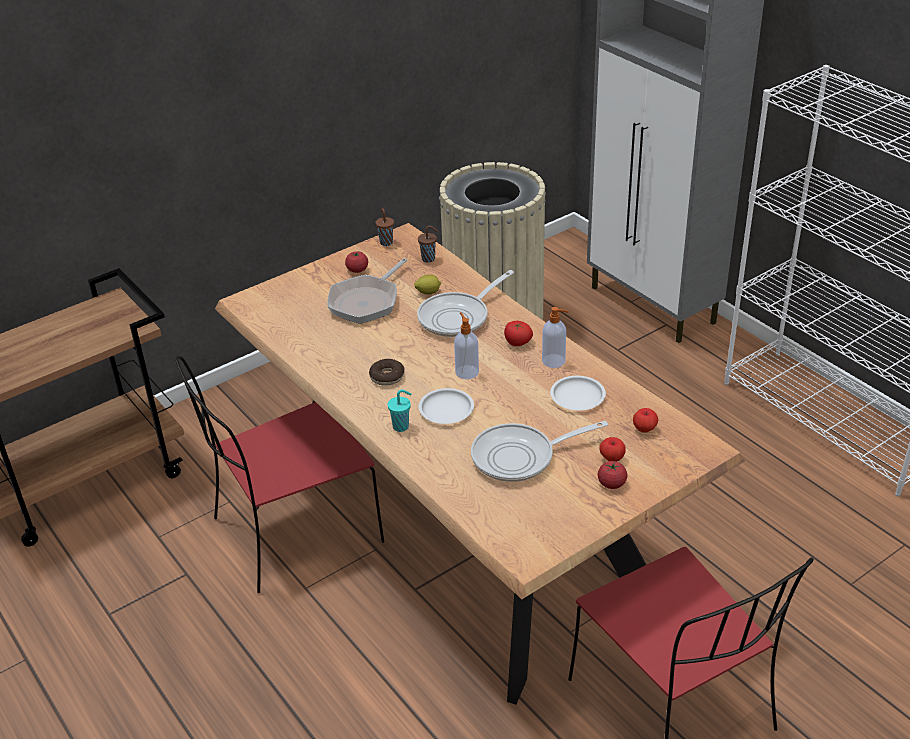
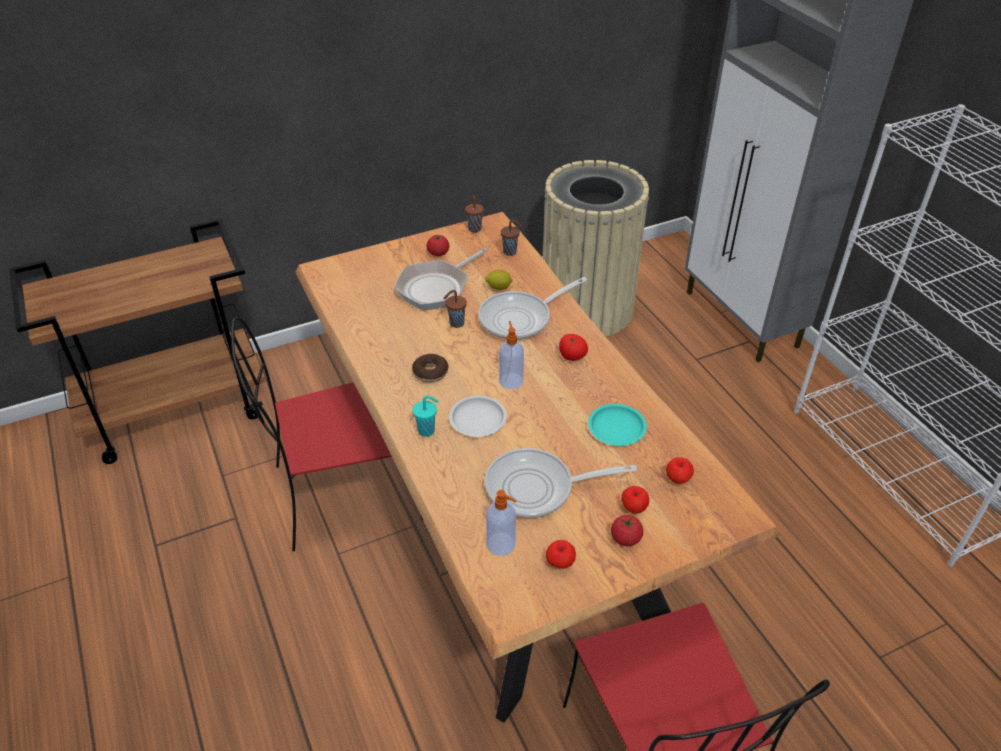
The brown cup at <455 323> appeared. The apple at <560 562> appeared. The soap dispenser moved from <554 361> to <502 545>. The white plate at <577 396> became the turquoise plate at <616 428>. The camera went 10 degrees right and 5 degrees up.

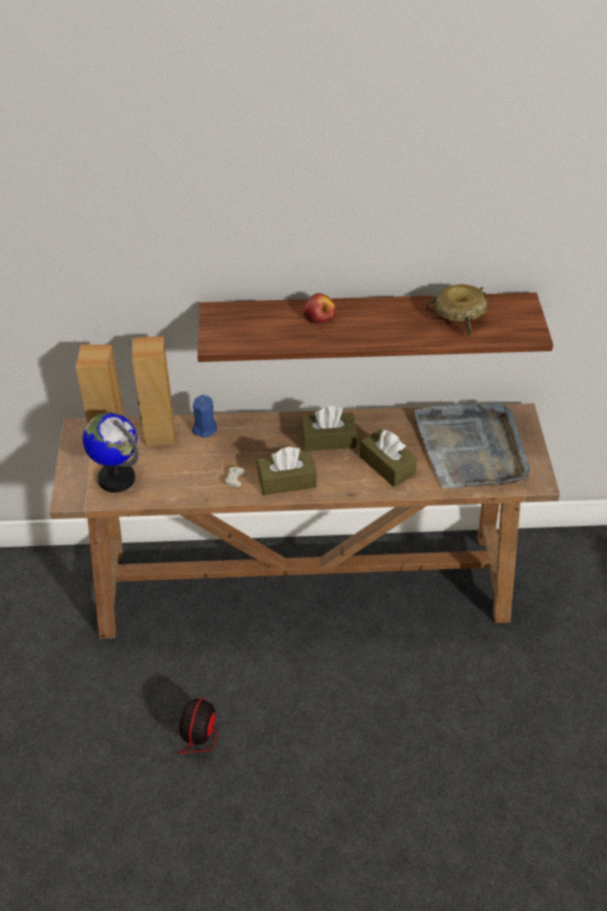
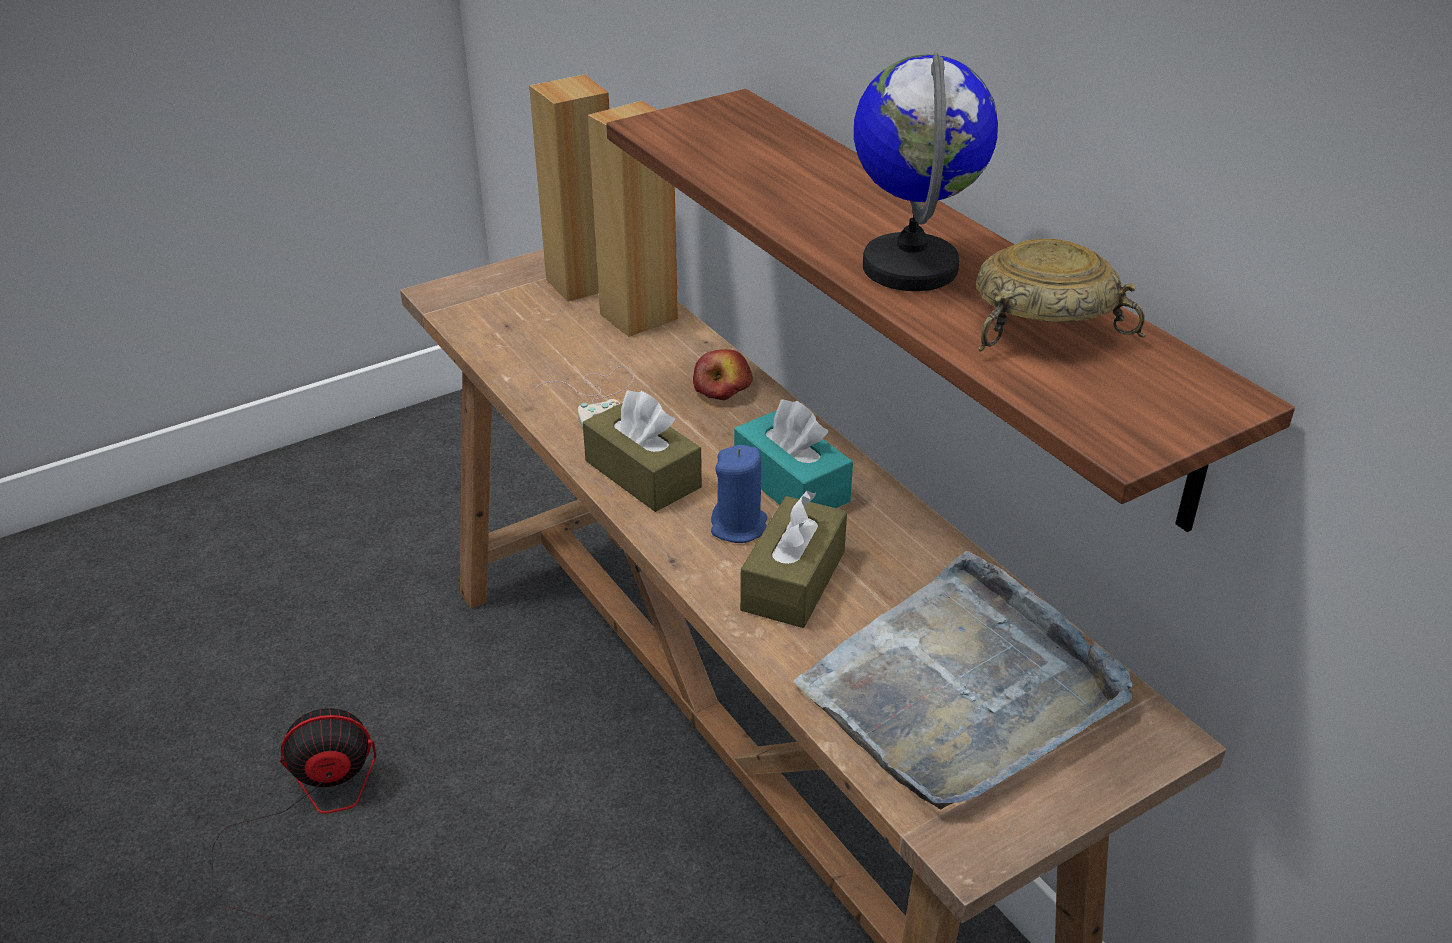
The globe moved from <116 478> to <911 267>. The blue candle moved from <205 428> to <739 527>. The apple moved from <319 315> to <723 390>. The brown tissue box at <328 440> became the turquoise tissue box at <791 484>. The camera went 60 degrees right and 10 degrees down.

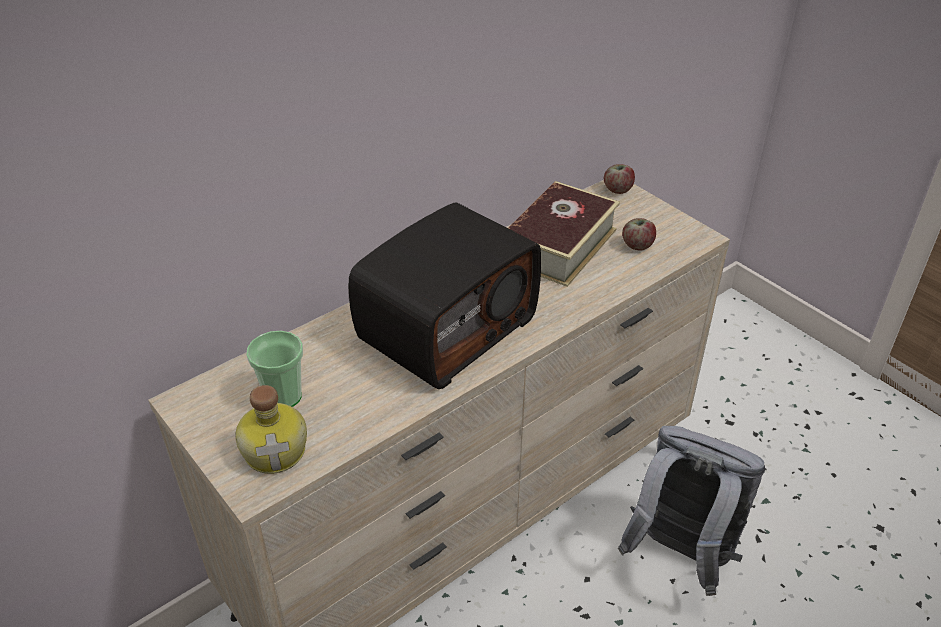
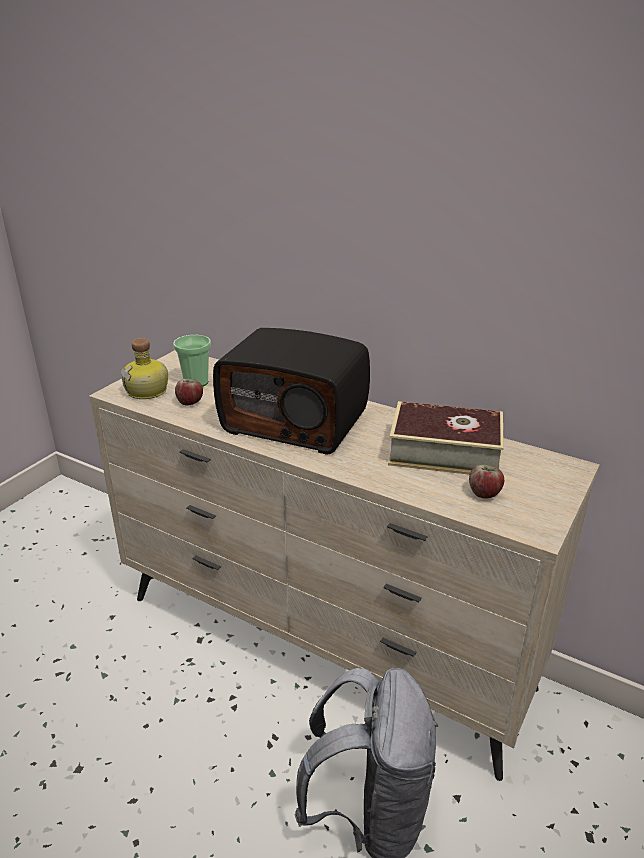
The apple moved from <617 190> to <190 402>. The camera went 70 degrees right and 10 degrees down.

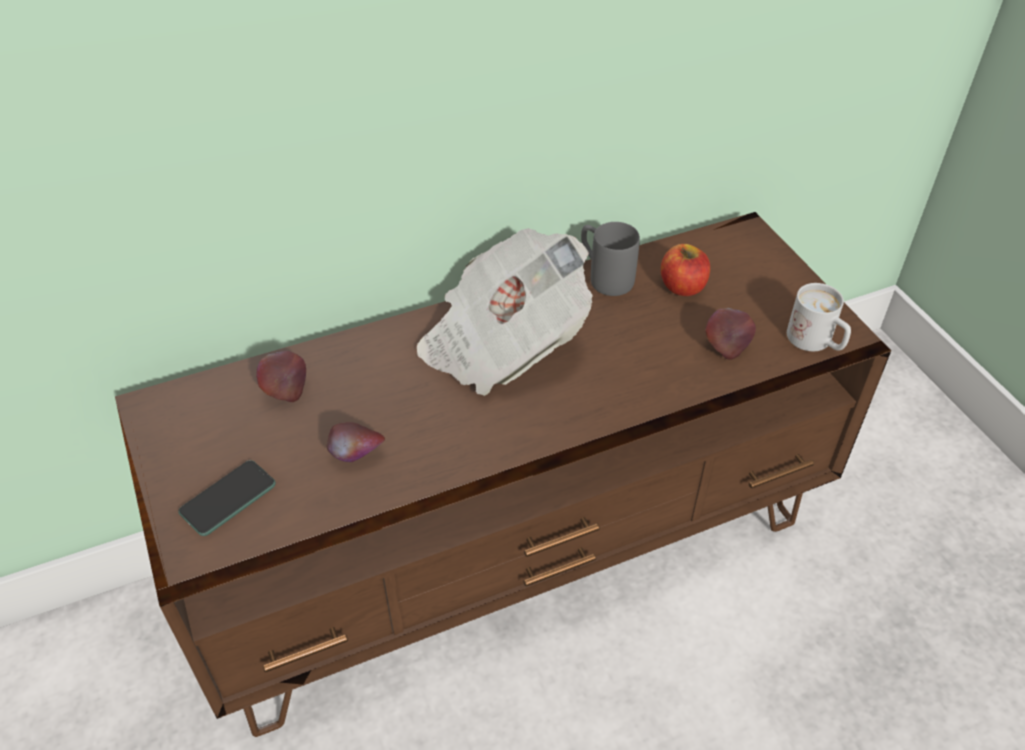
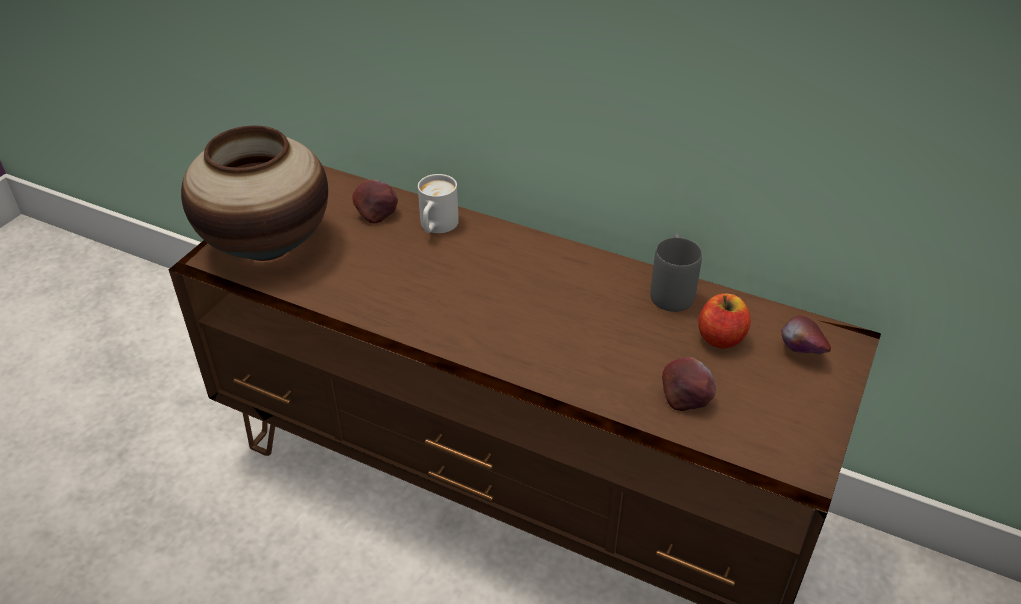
The newspaper at <502 343> disappeared. The apple moved from <357 457> to <801 353>. The white mug moved from <816 342> to <436 227>. The phone at <228 499> was replaced by the vase at <268 245>. The camera went 50 degrees right and 5 degrees down.

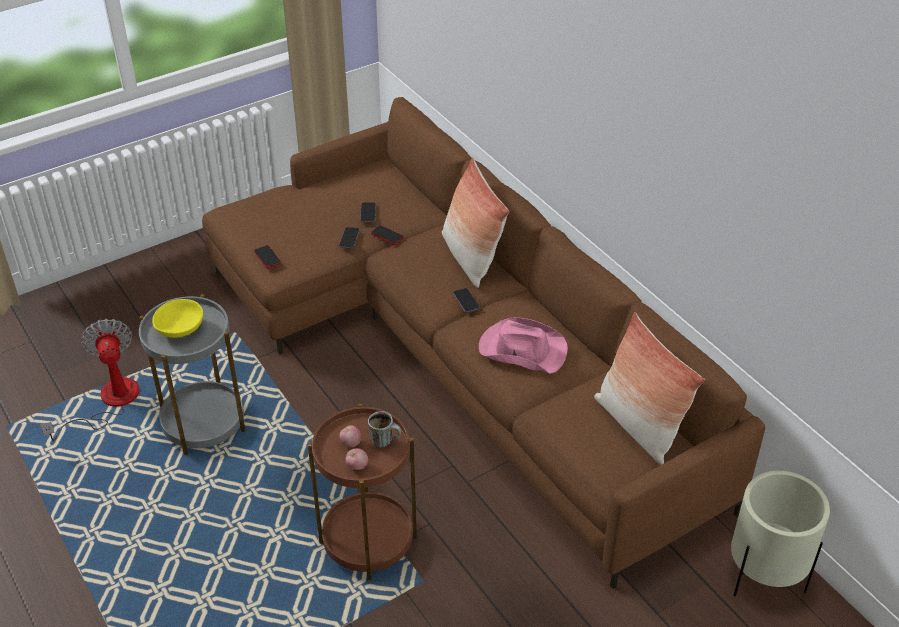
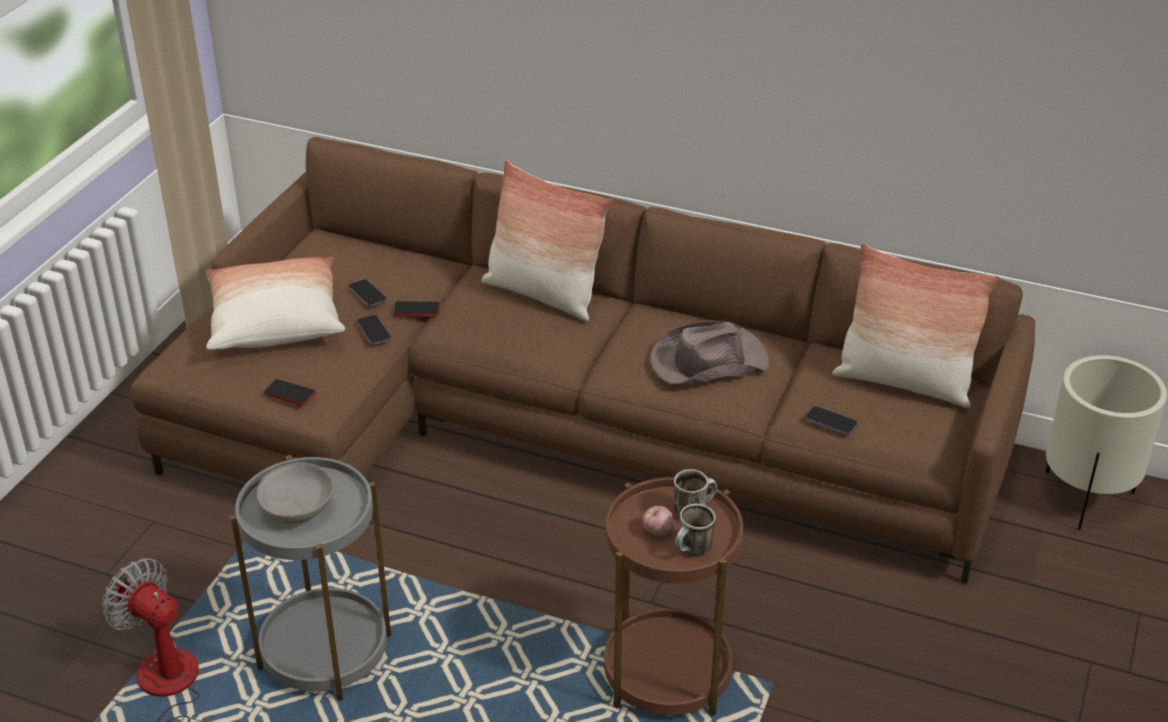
The pillow at <275 321> appeared. The phone moved from <466 301> to <831 422>. The apple at <357 466> was replaced by the mug at <693 551>. The yellow bowl at <181 329> became the grey bowl at <299 509>. The pink hat at <521 349> became the brown hat at <707 362>. The camera went 35 degrees left and 5 degrees down.

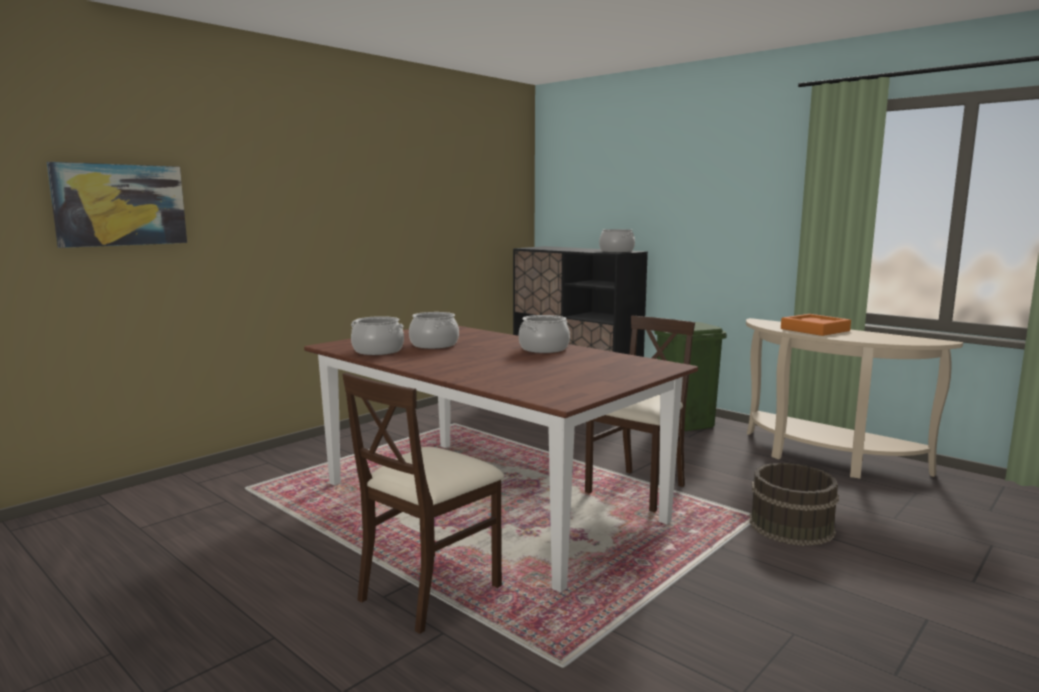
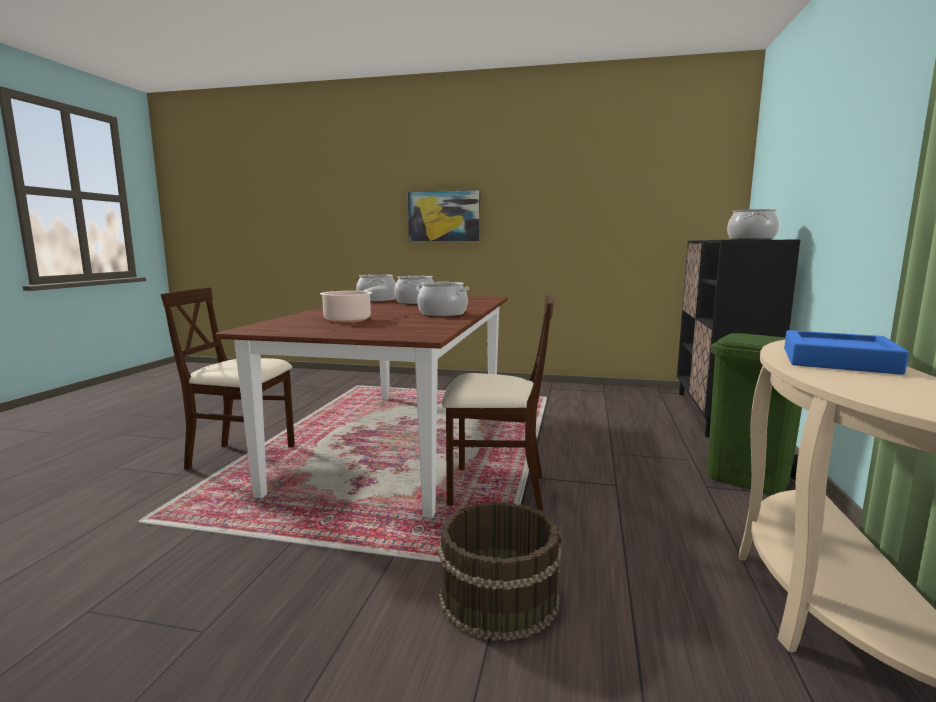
The cooking pot at <350 319> appeared. The picture moved from <120 205> to <444 216>. The orange tray at <815 330> became the blue tray at <838 361>. The camera went 60 degrees right and 0 degrees up.

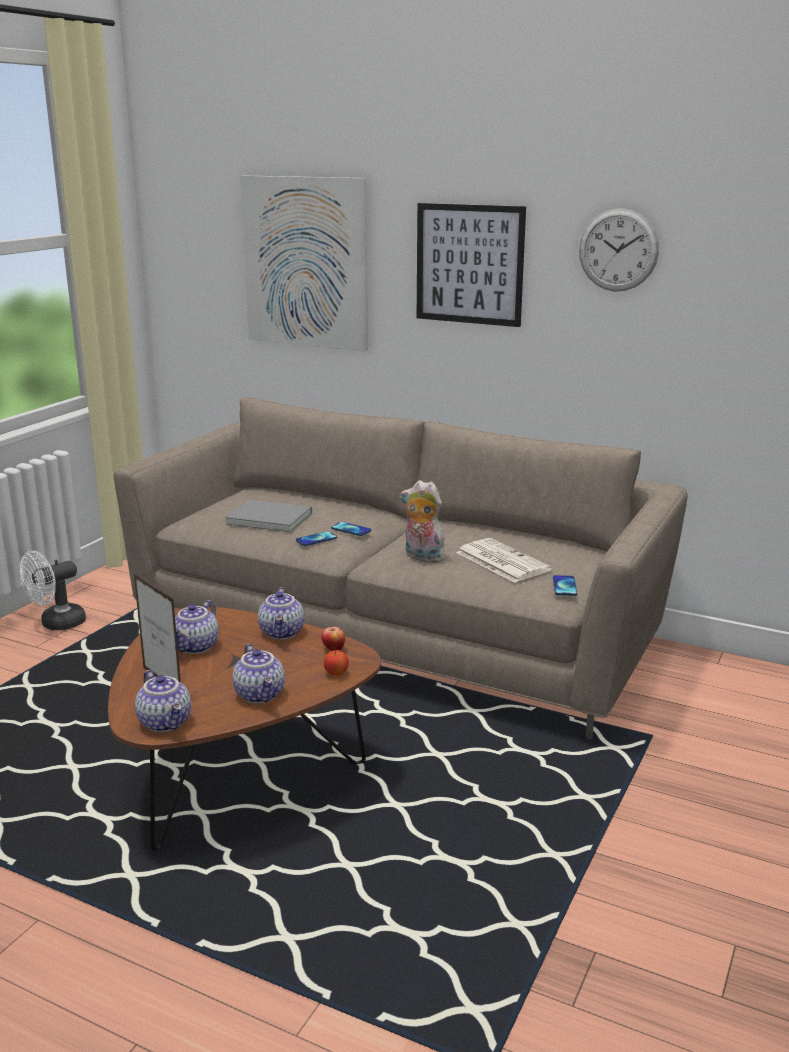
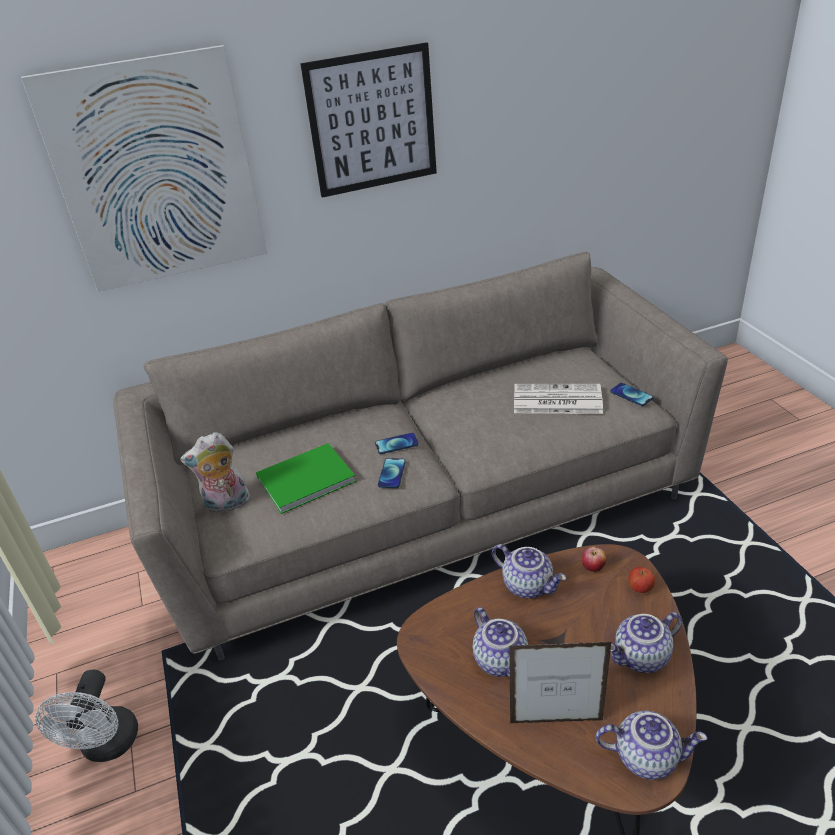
The wall clock at <618 250> disappeared. The plush toy moved from <422 557> to <226 505>. The grey book at <268 517> became the green book at <302 479>. The teapot at <261 695> turned 135 degrees clockwise. The camera went 45 degrees left and 15 degrees up.

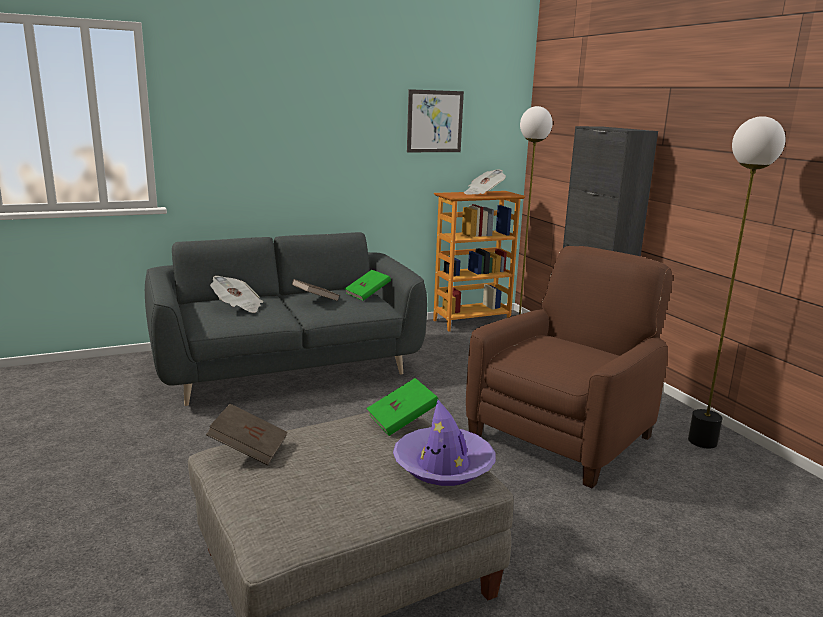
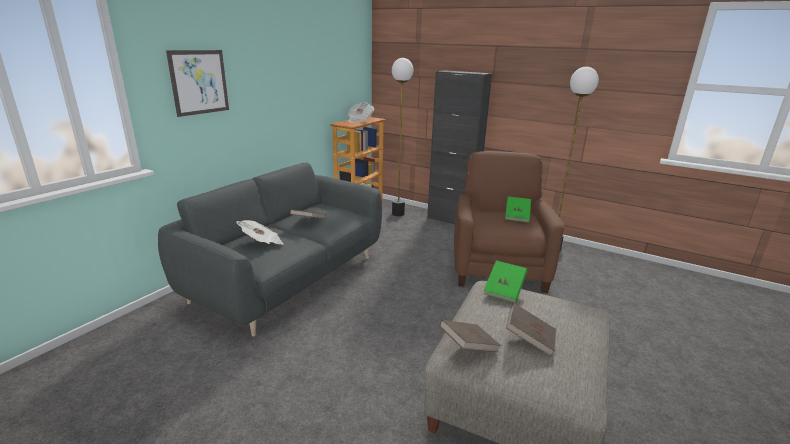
The purple hat at <444 465> disappeared. The brown book at <529 339> appeared. The green book moved from <367 294> to <517 216>. The picture moved from <435 121> to <199 82>. The camera went 35 degrees left and 5 degrees up.

